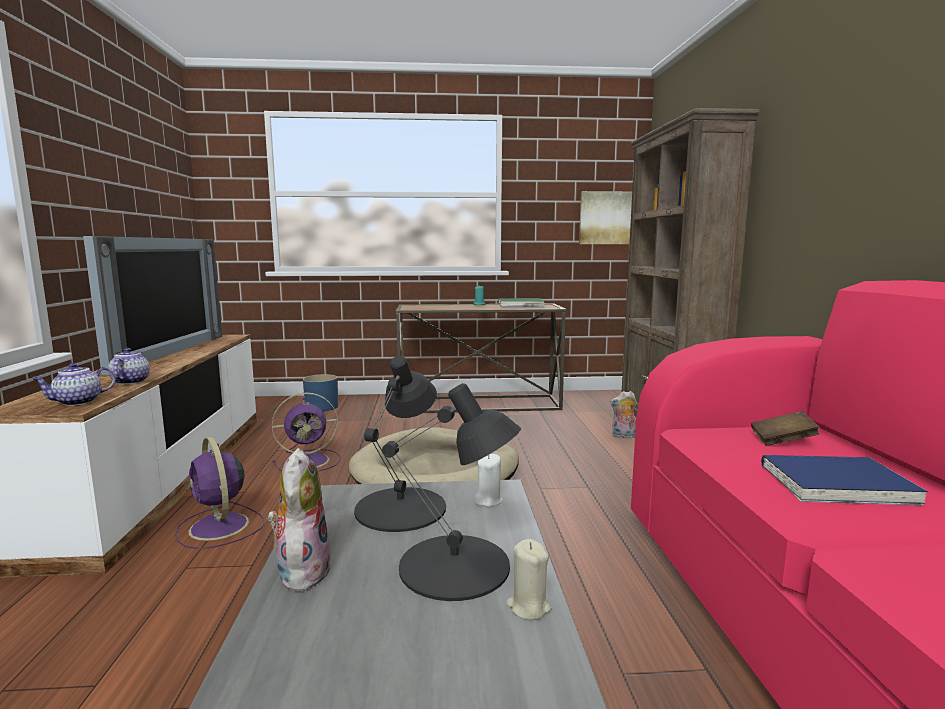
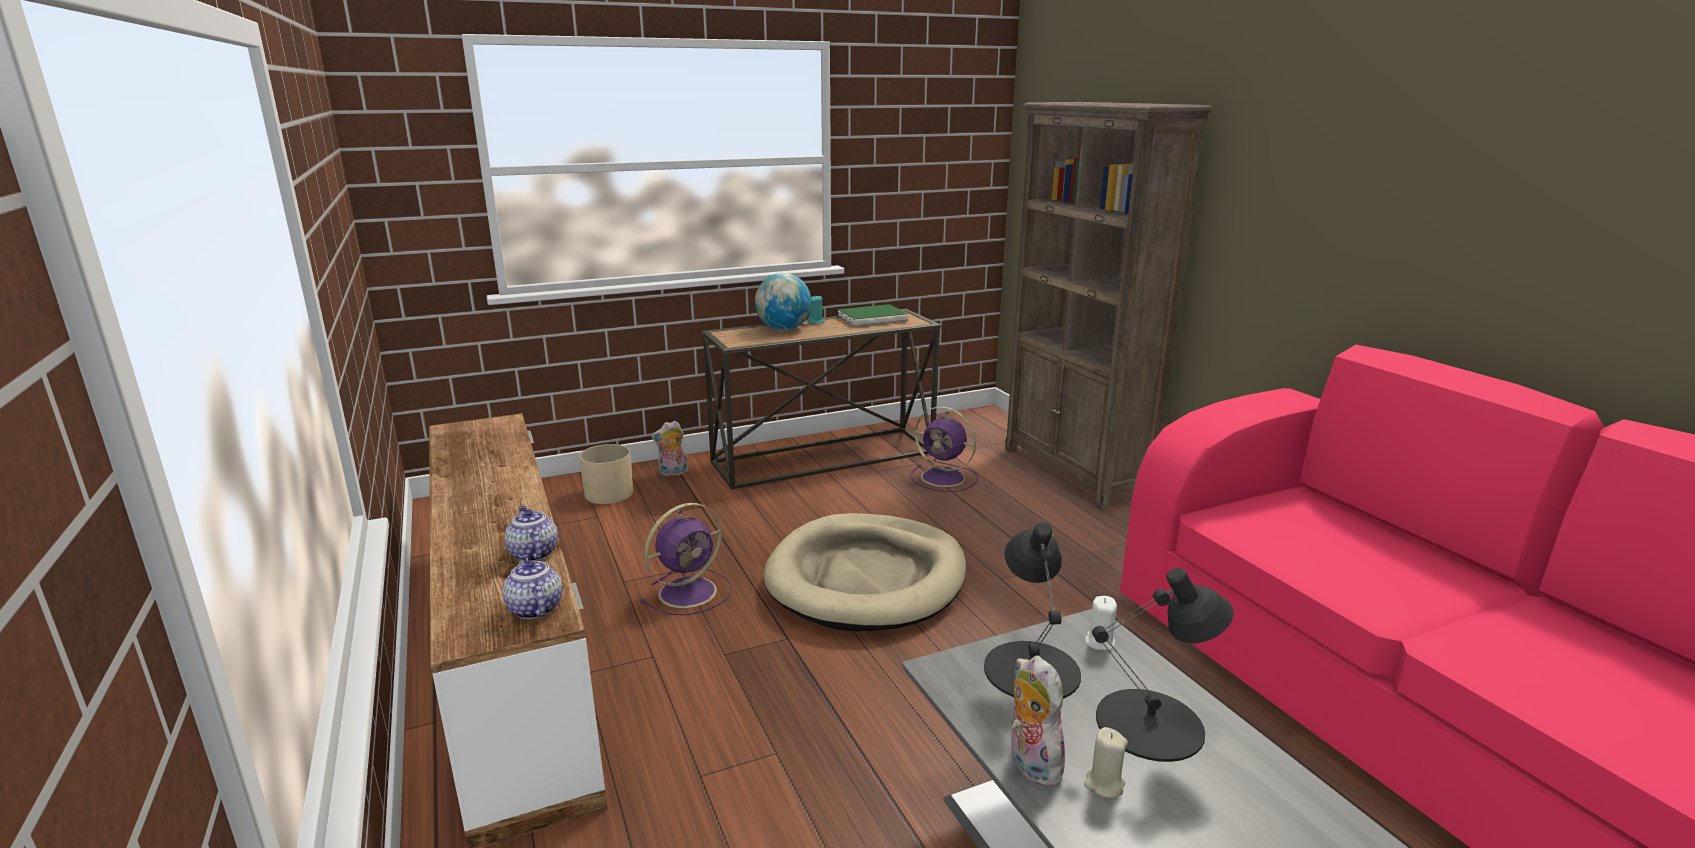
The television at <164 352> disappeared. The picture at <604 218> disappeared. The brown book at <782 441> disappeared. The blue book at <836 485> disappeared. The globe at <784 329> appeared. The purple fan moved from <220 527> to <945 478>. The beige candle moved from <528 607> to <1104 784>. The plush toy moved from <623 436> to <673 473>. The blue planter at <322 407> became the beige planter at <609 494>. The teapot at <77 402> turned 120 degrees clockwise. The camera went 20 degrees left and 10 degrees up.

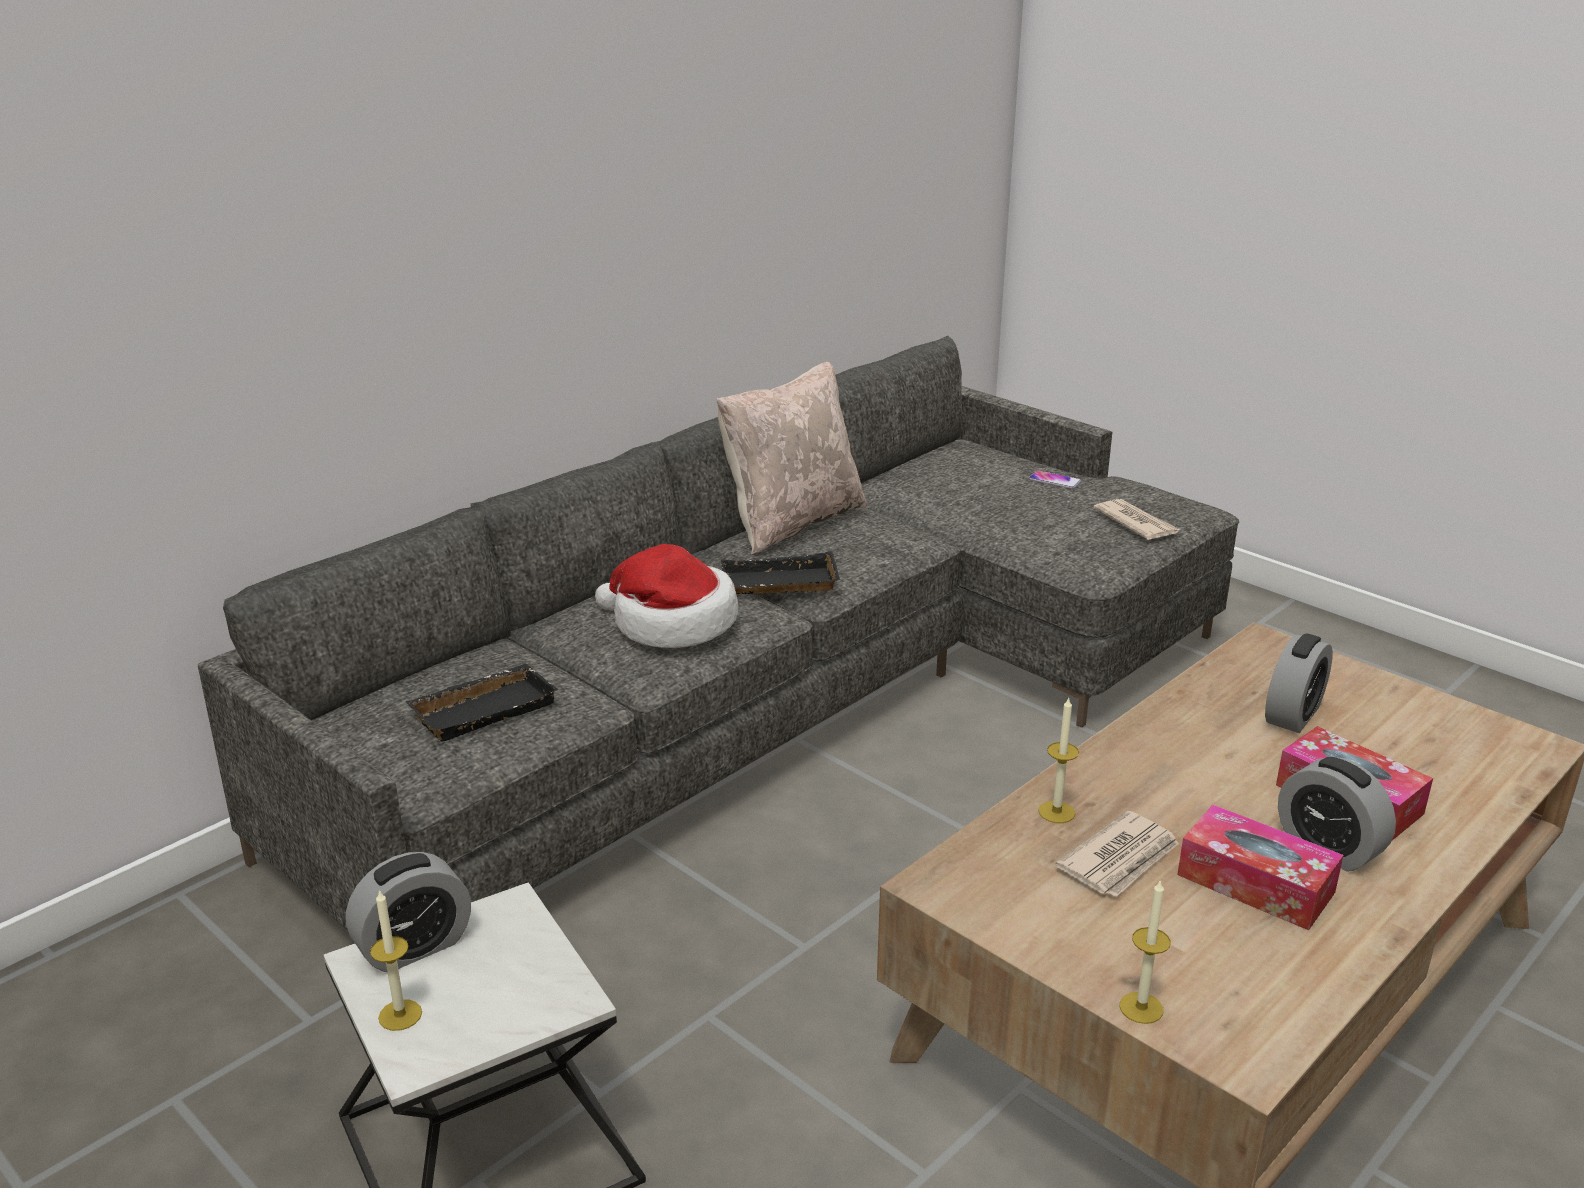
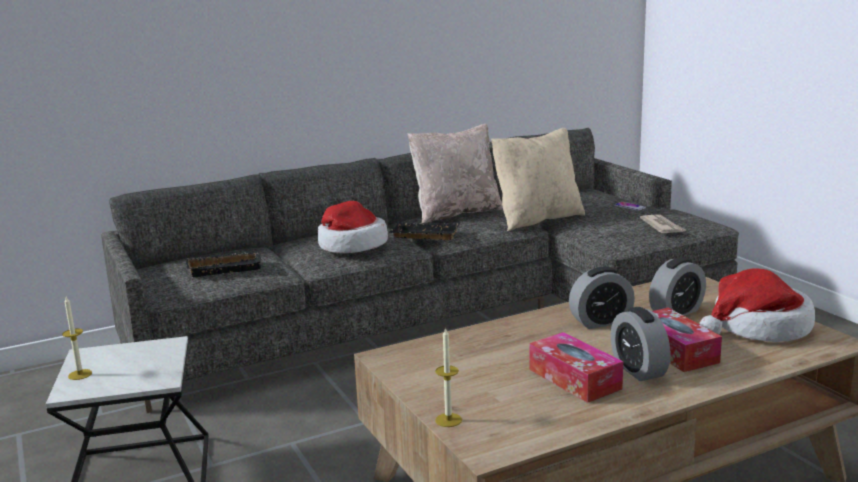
The candle at <1056 812> disappeared. The newspaper at <1121 859> disappeared. The beige pillow at <537 219> appeared. The hat at <758 328> appeared. The alarm clock moved from <414 947> to <601 322>. The camera went 20 degrees right and 10 degrees down.

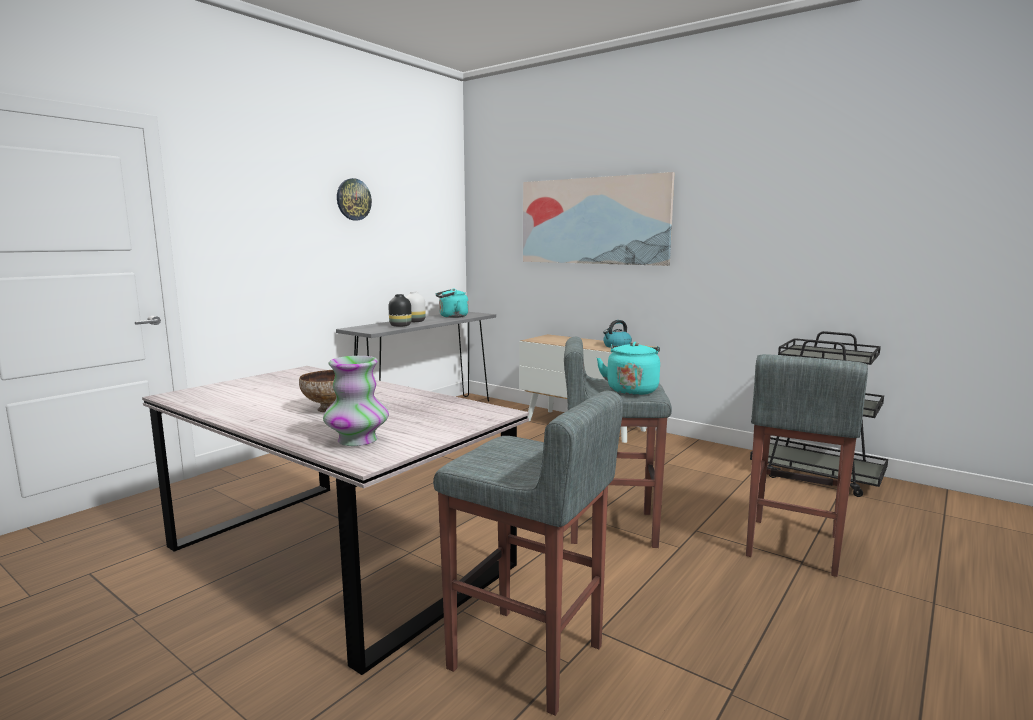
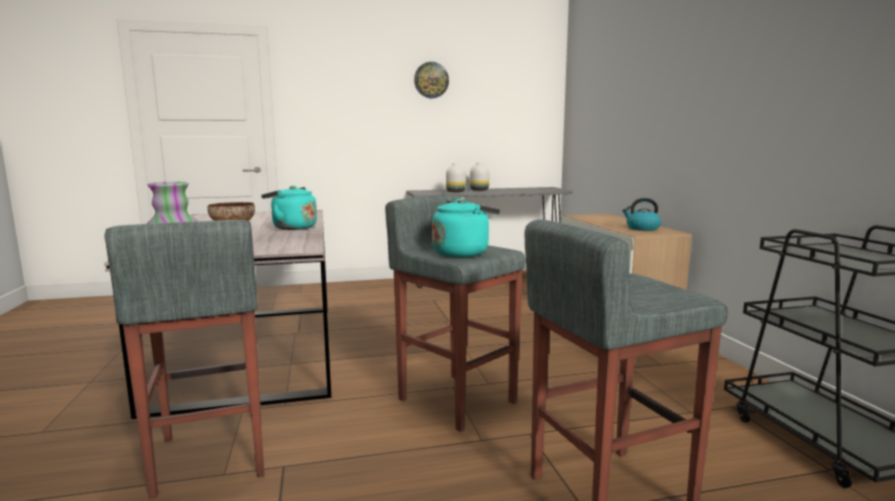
The picture at <592 221> disappeared. The turquoise kettle moved from <452 317> to <292 228>. The black vase at <400 326> became the white vase at <455 192>. The camera went 40 degrees right and 0 degrees up.

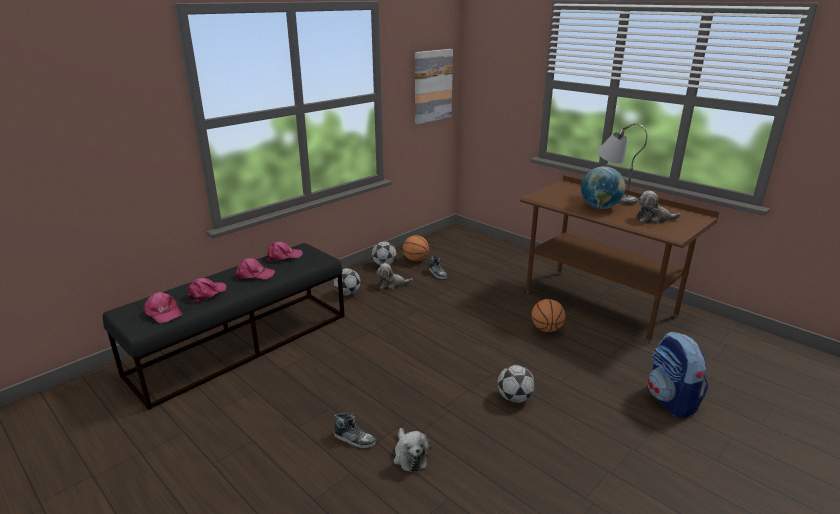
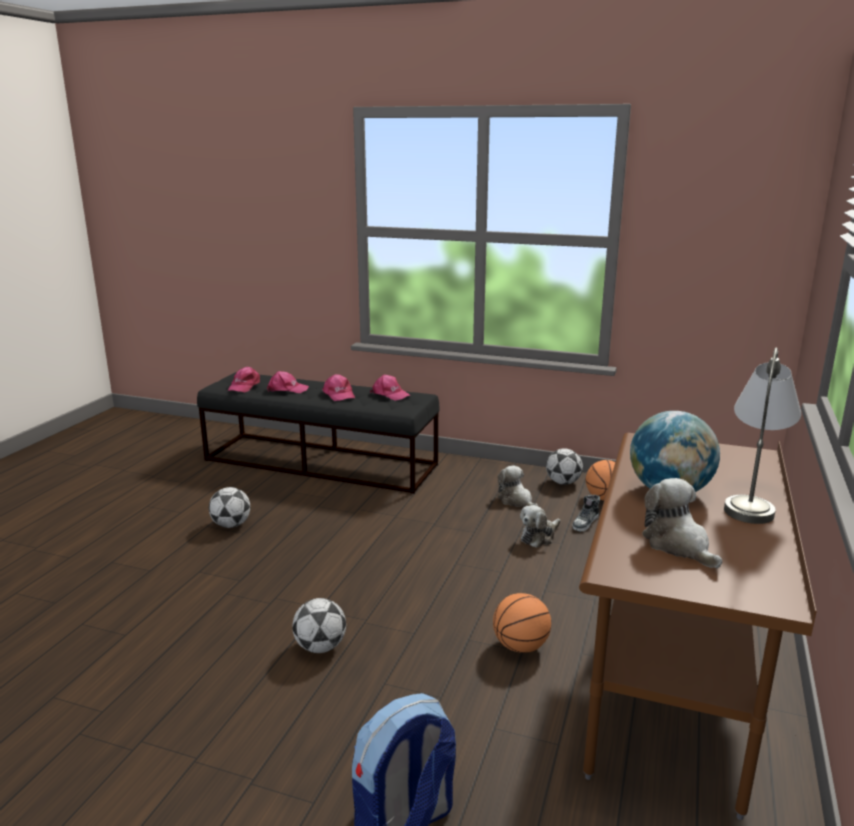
The shoe at <354 439> disappeared. The picture at <432 86> disappeared. The football moved from <347 293> to <231 525>. The plush toy moved from <410 456> to <539 537>. The camera went 65 degrees right and 5 degrees down.

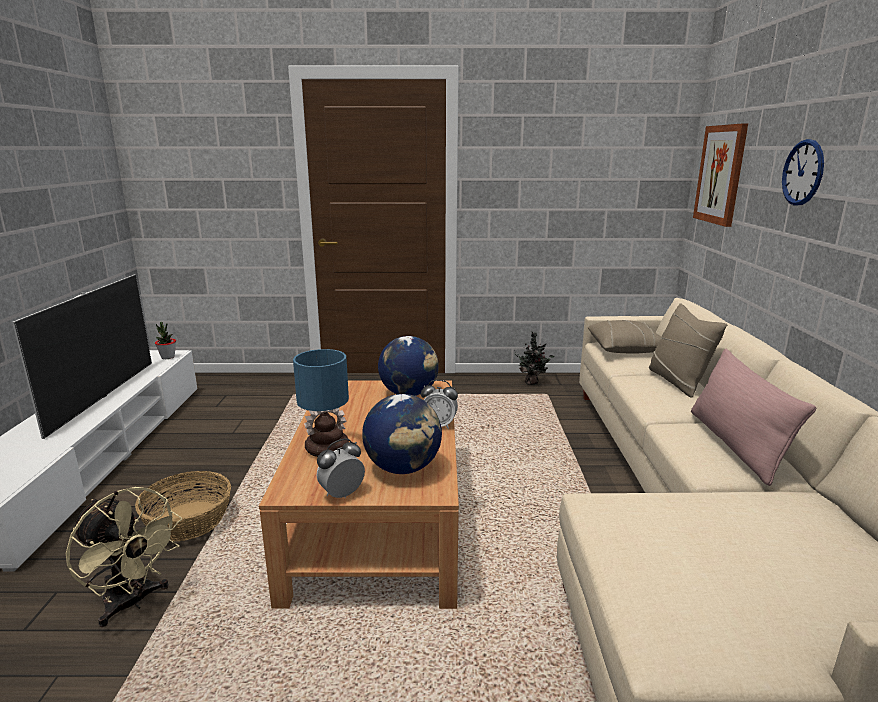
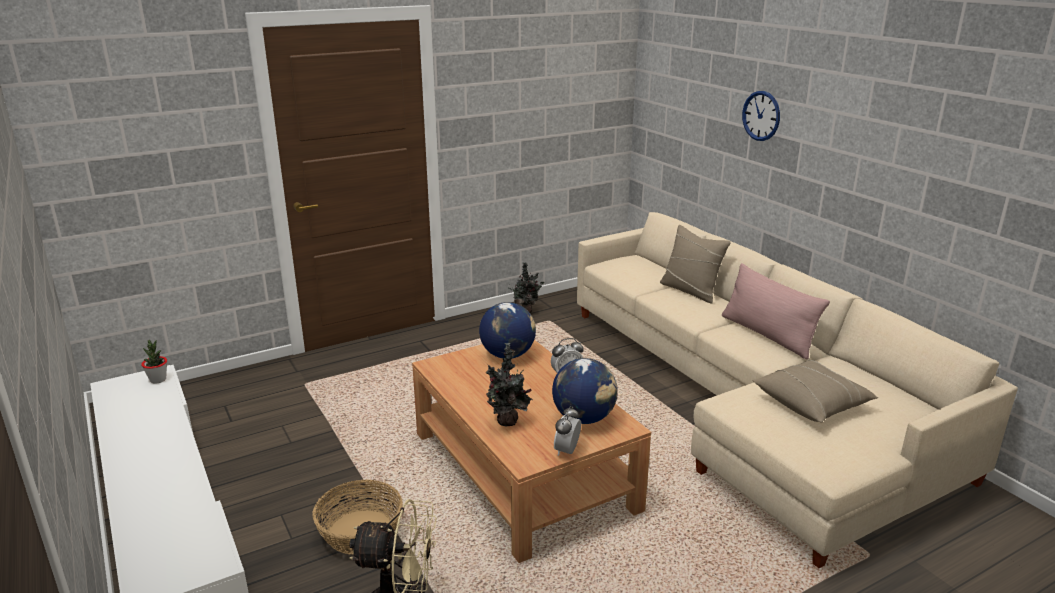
The television at <103 396> disappeared. The picture at <720 174> disappeared. The beige pillow moved from <626 349> to <811 403>. The table lamp at <325 449> was replaced by the potted plant at <507 422>. The camera went 30 degrees left and 5 degrees up.

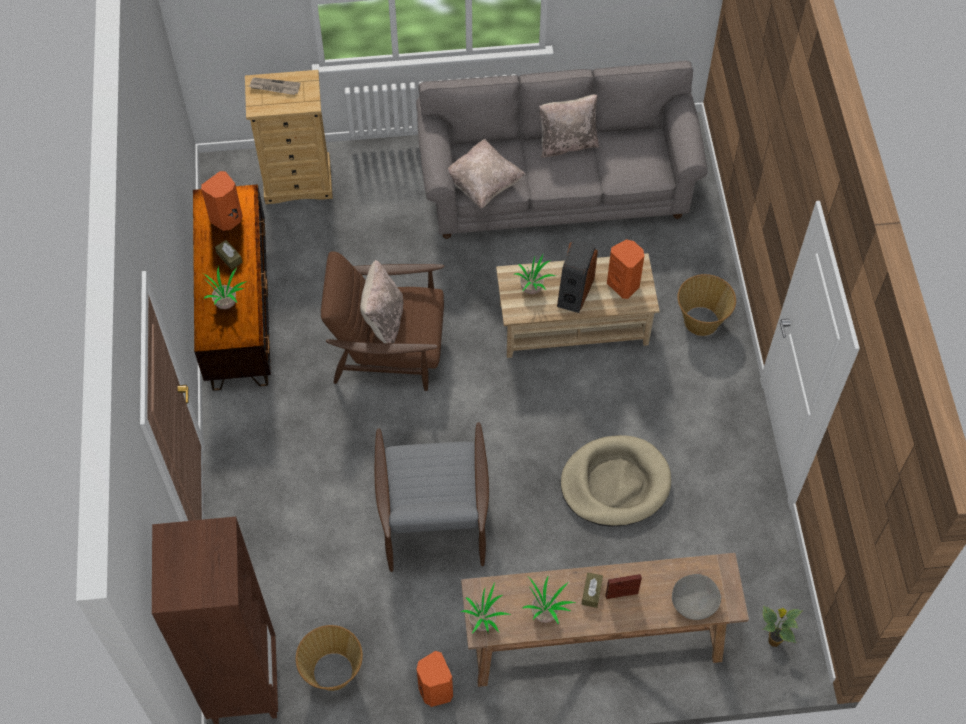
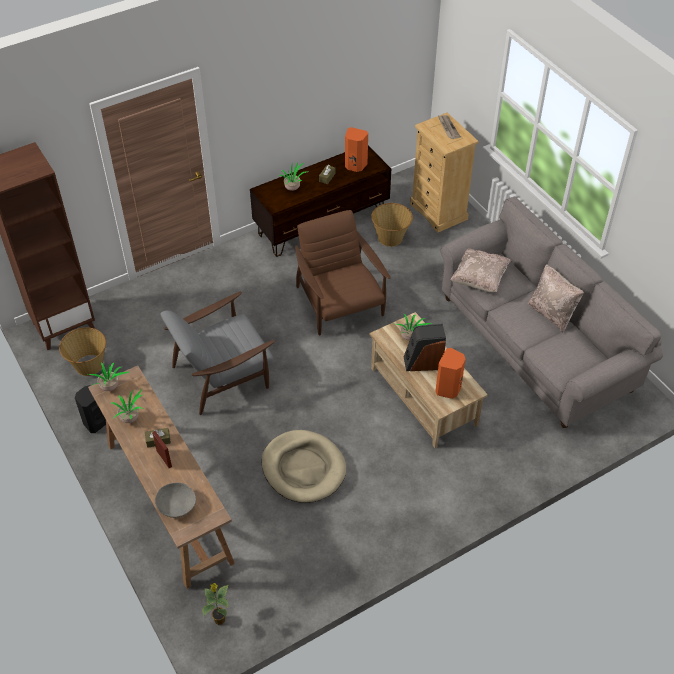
The beige pillow at <383 320> disappeared. The basket moved from <701 320> to <390 238>. The orange speaker at <434 690> became the black speaker at <96 422>. The camera went 65 degrees right and 10 degrees down.

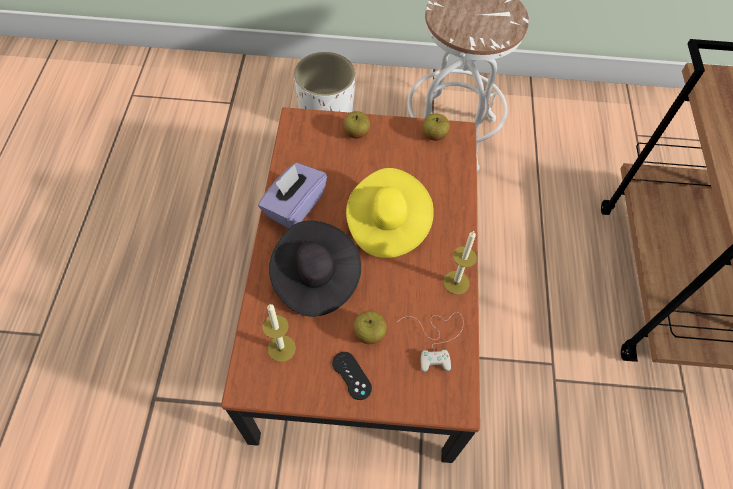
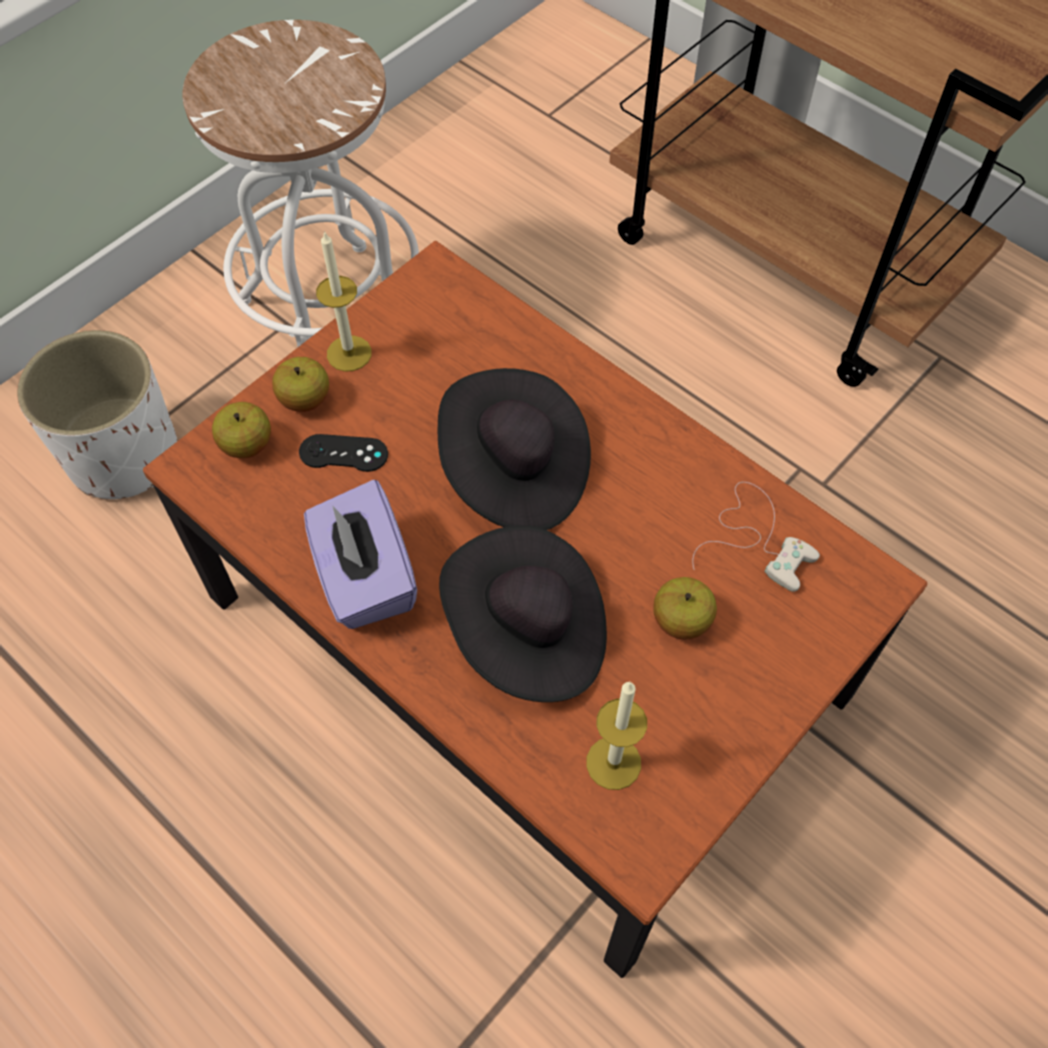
The black game controller moved from <351 375> to <343 453>. The apple moved from <434 135> to <247 445>. The candle moved from <456 282> to <349 353>. The yellow hat at <387 224> became the black hat at <514 472>. The camera went 50 degrees left and 0 degrees up.

